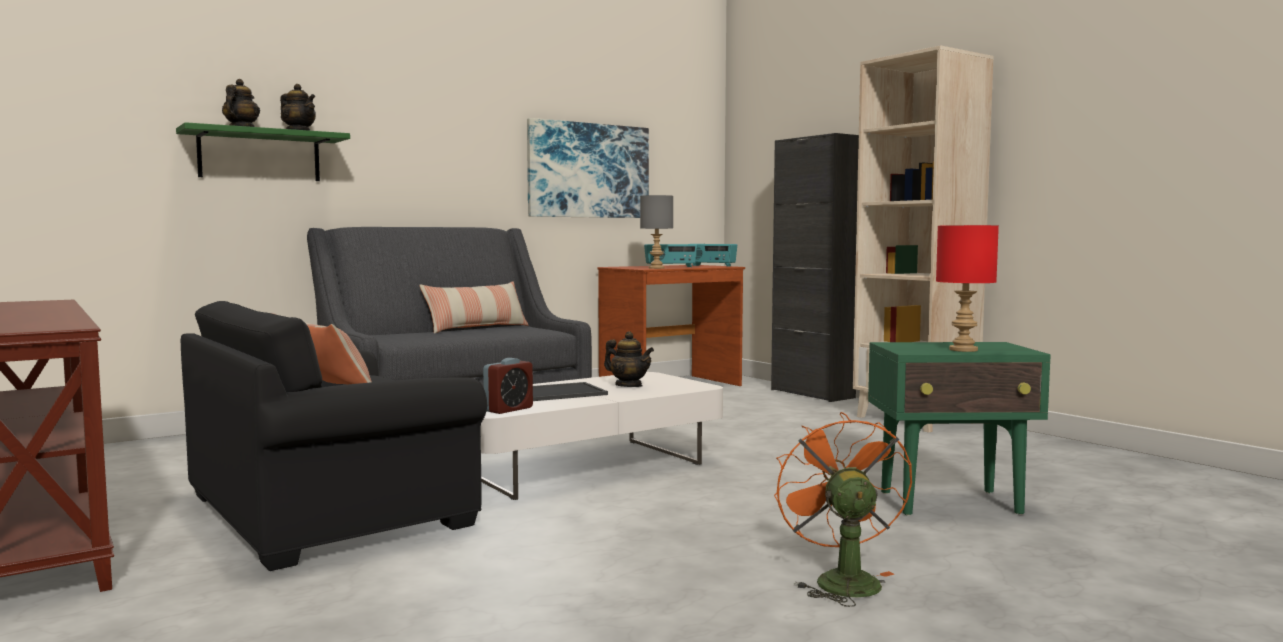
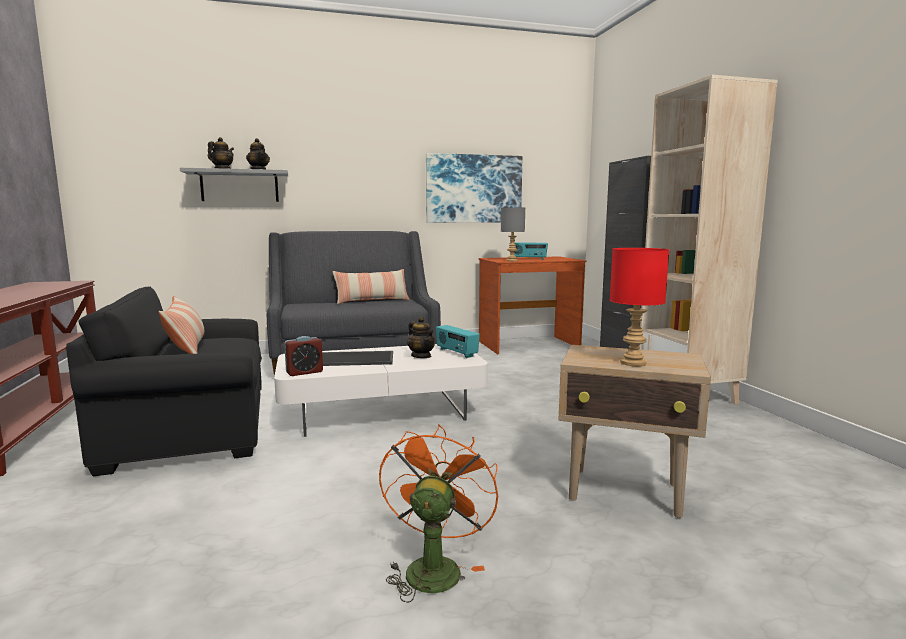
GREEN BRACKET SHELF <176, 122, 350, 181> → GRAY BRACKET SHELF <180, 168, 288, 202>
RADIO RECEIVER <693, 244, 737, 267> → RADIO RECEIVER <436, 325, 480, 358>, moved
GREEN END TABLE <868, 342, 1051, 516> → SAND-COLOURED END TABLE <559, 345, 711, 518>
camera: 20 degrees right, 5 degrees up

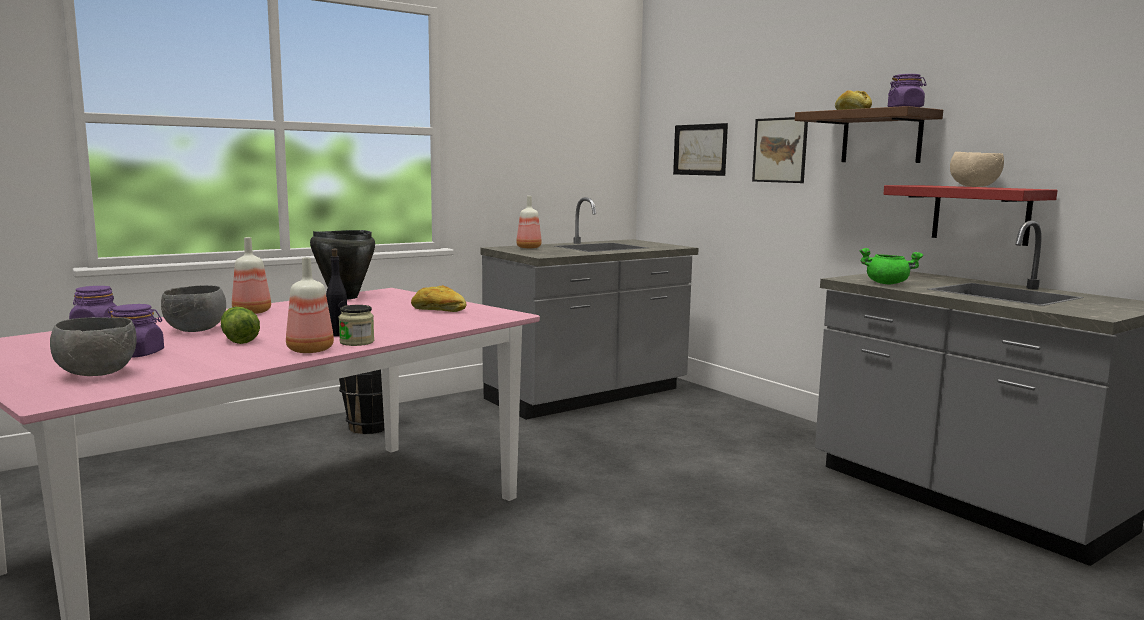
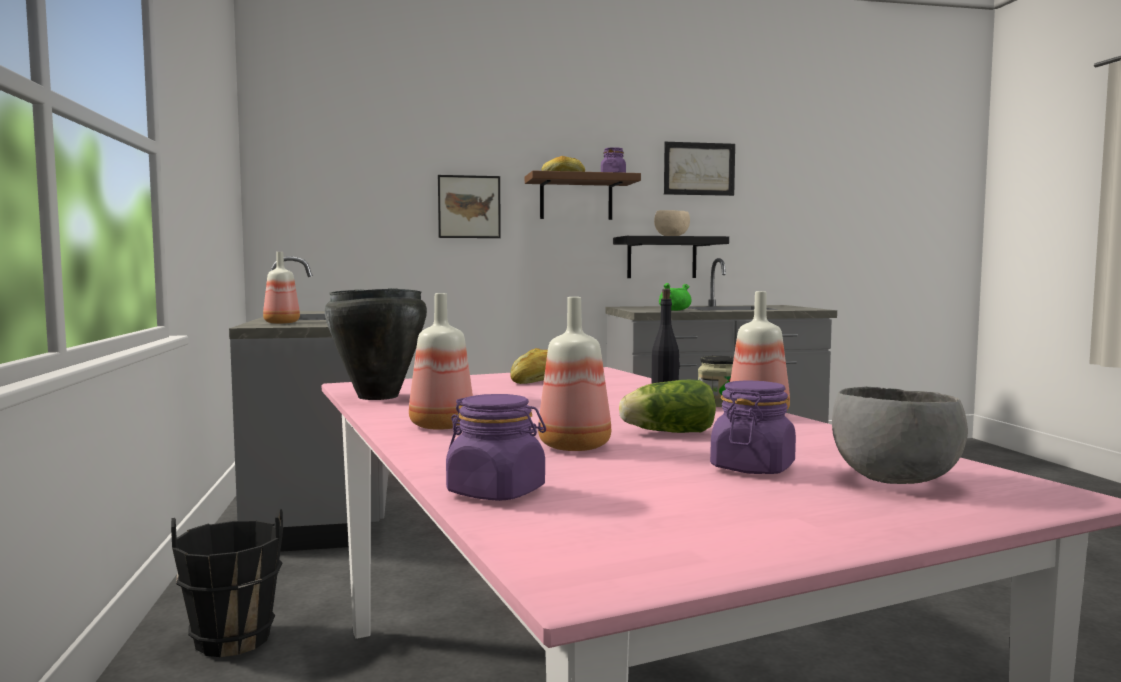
WALL PICTURE <673, 123, 728, 176> → WALL PICTURE <664, 142, 735, 196>, moved
RED BRACKET SHELF <883, 185, 1058, 246> → BLACK BRACKET SHELF <613, 236, 729, 278>
GRAY SERVING BOWL <161, 285, 226, 332> → BOTTLE <538, 297, 611, 451>
camera: 65 degrees left, 5 degrees down

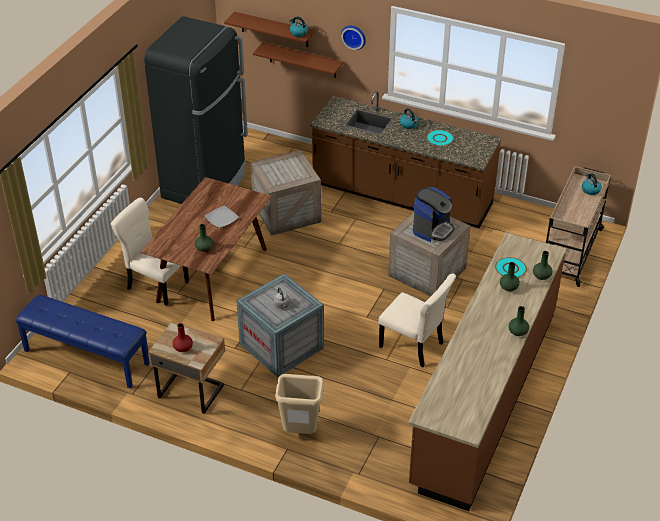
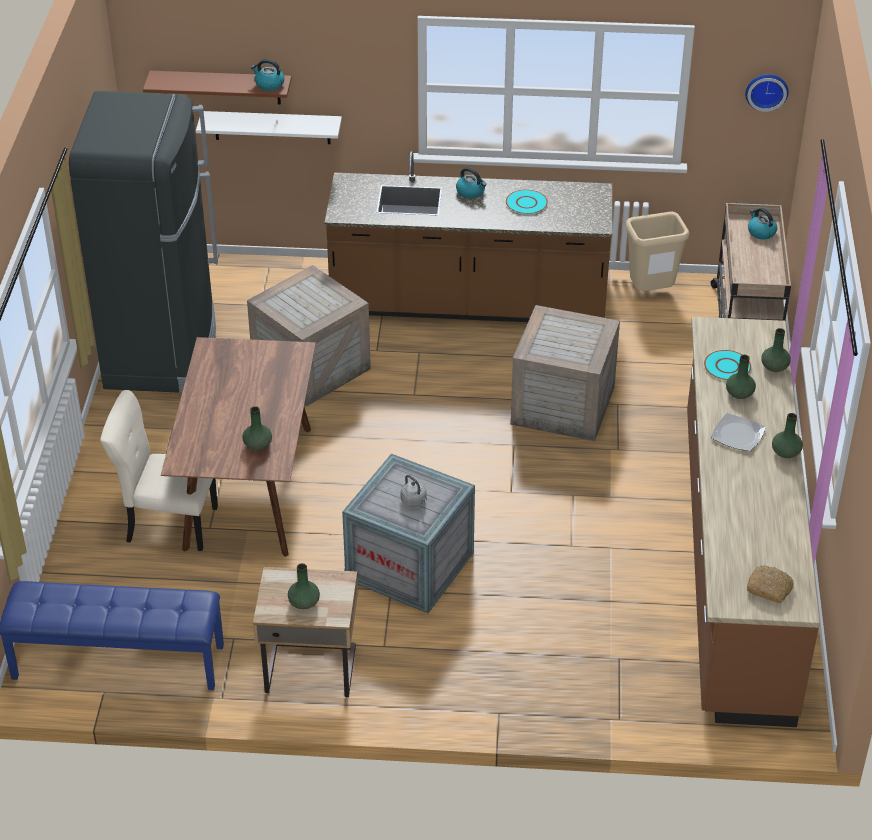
WALL CLOCK <341, 26, 366, 50> → WALL CLOCK <745, 74, 789, 112>, moved
BROWNISH BRACKET SHELF <253, 43, 343, 78> → WHITISH BRACKET SHELF <196, 111, 342, 144>
COFFEE MACHINE <413, 187, 455, 242> → -
FLAT DISH <204, 206, 239, 228> → FLAT DISH <711, 413, 766, 451>, moved
SAND-COLOURED UPRIGHT CHAIR <378, 273, 456, 367> → -
RED FLOWER VASE <173, 323, 193, 352> → GREEN FLOWER VASE <288, 563, 320, 609>
SAND-COLOURED TRASH CAN <275, 374, 324, 434> → SAND-COLOURED TRASH CAN <625, 212, 689, 291>, moved
- → BAKED BREAD <747, 565, 794, 603>
camera: 20 degrees left, 0 degrees up

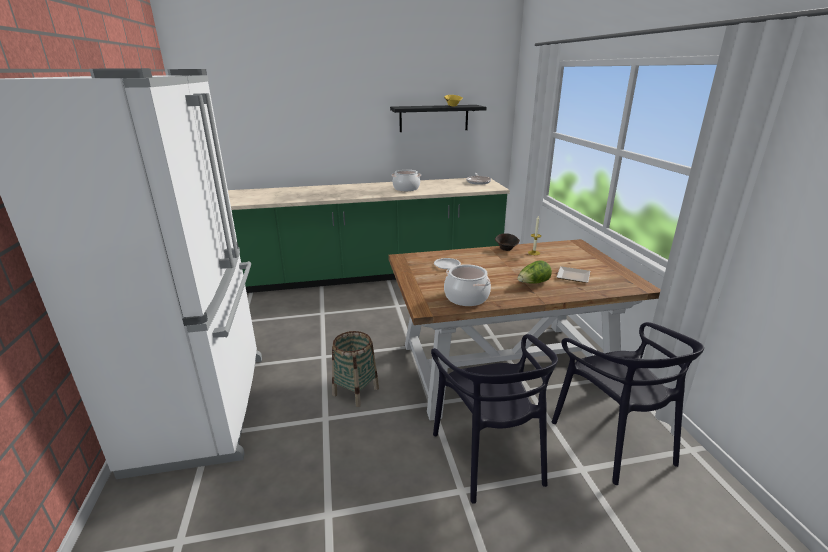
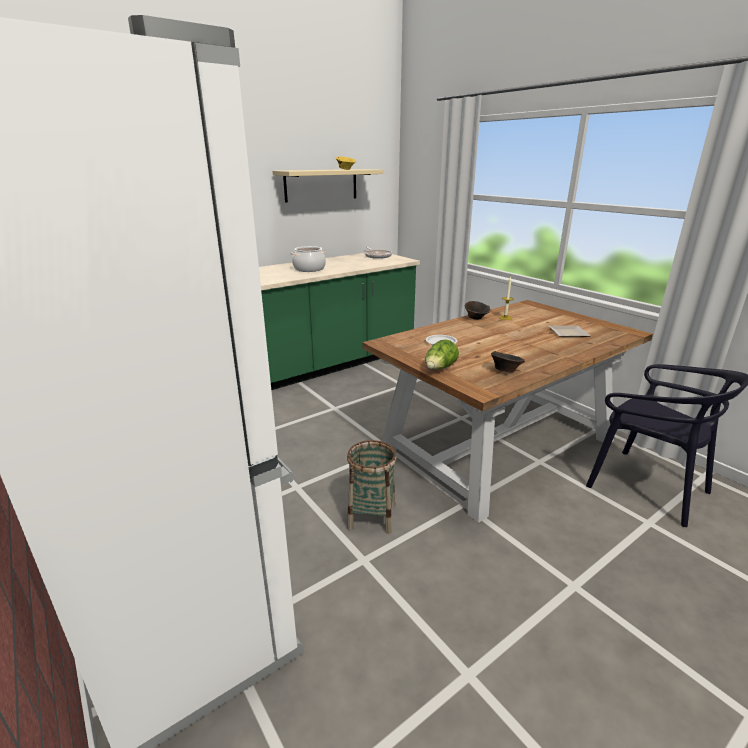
BLACK BRACKET SHELF <390, 105, 487, 132> → SAND-COLOURED BRACKET SHELF <272, 169, 383, 203>
LETTUCE HEAD <517, 260, 552, 284> → LETTUCE HEAD <425, 339, 459, 369>, moved
SAUCEPOT <444, 264, 491, 306> → BROWNISH SERVING BOWL <491, 351, 525, 373>
BLACK UPRIGHT CHAIR <431, 334, 558, 504> → -
camera: 25 degrees left, 0 degrees up

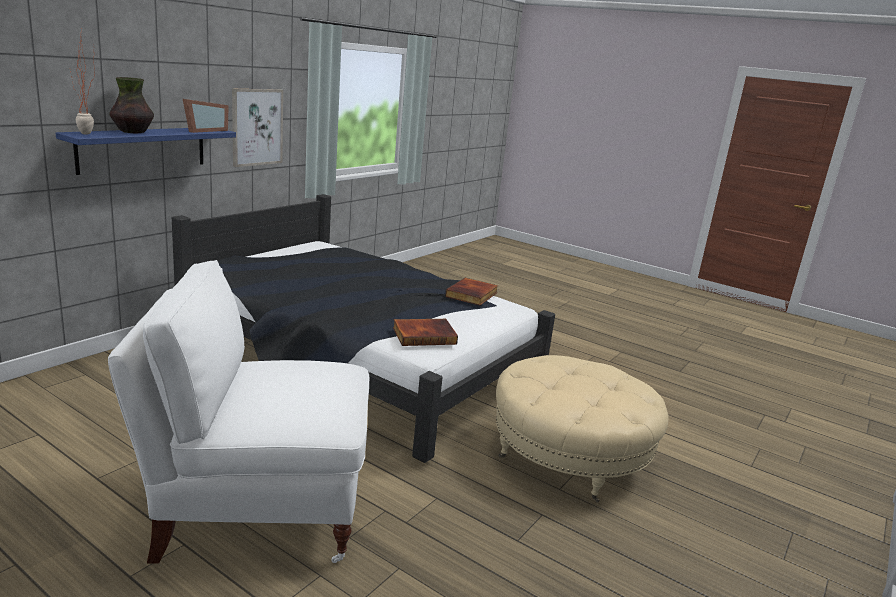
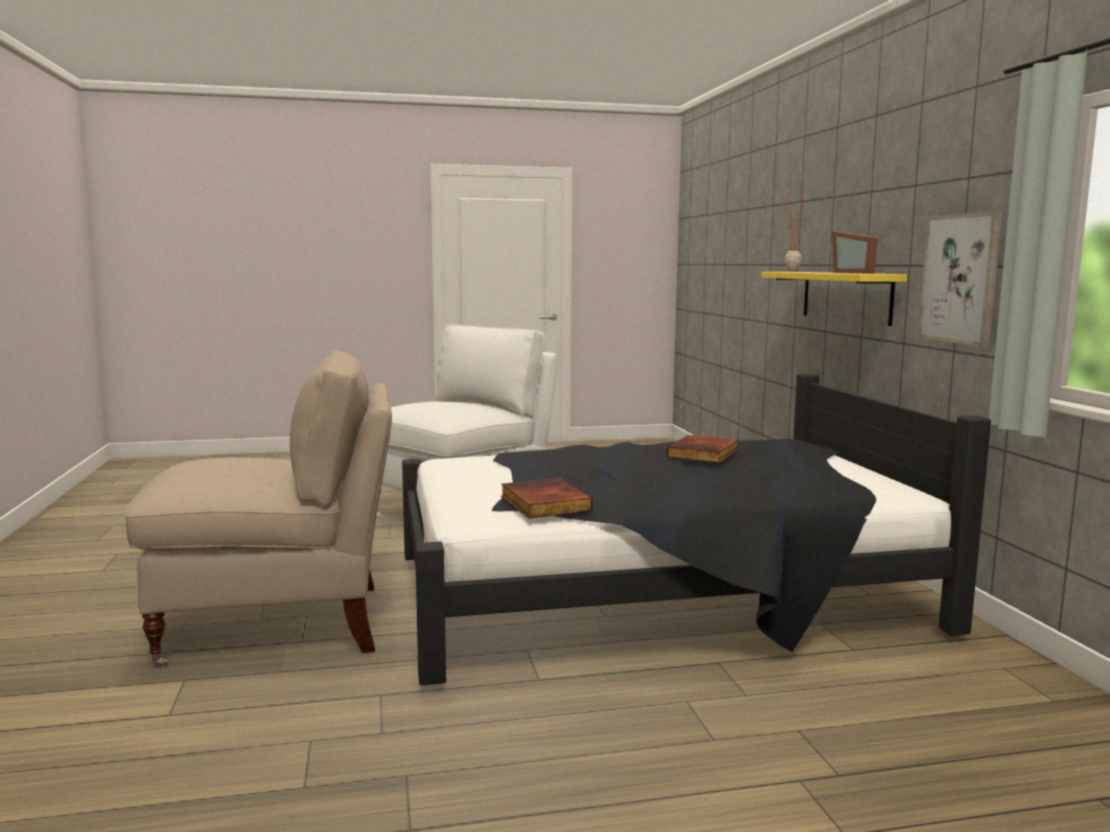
FLOWER VASE <109, 77, 154, 133> → -
BLUISH BRACKET SHELF <56, 128, 236, 175> → YELLOWISH BRACKET SHELF <761, 272, 907, 326>
VOLUME <393, 319, 458, 346> → VOLUME <667, 435, 738, 463>, moved
SAND-COLOURED OTTOMAN <496, 355, 669, 502> → SAND-COLOURED UPRIGHT CHAIR <125, 350, 392, 667>
camera: 135 degrees right, 10 degrees down

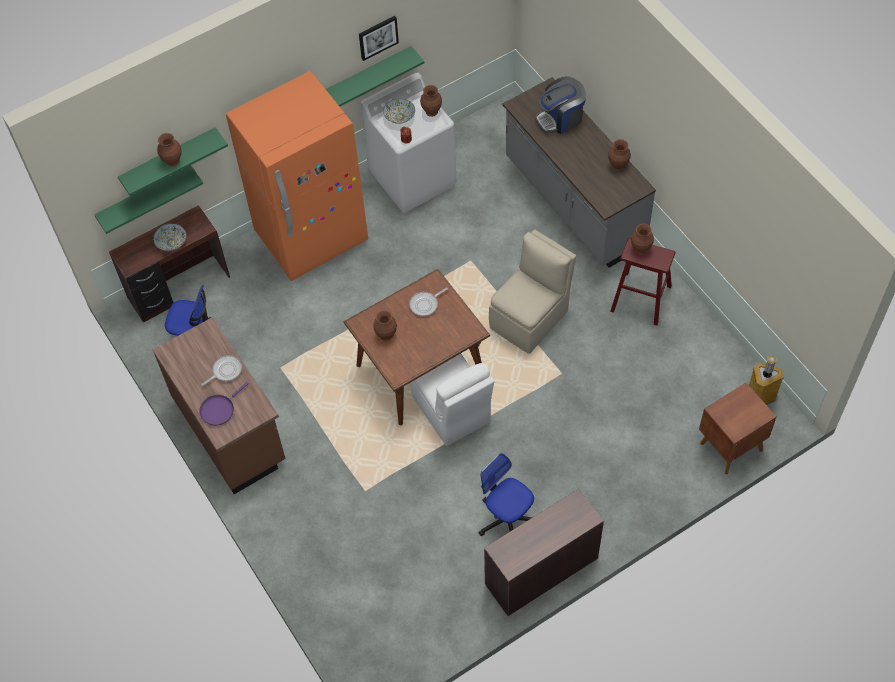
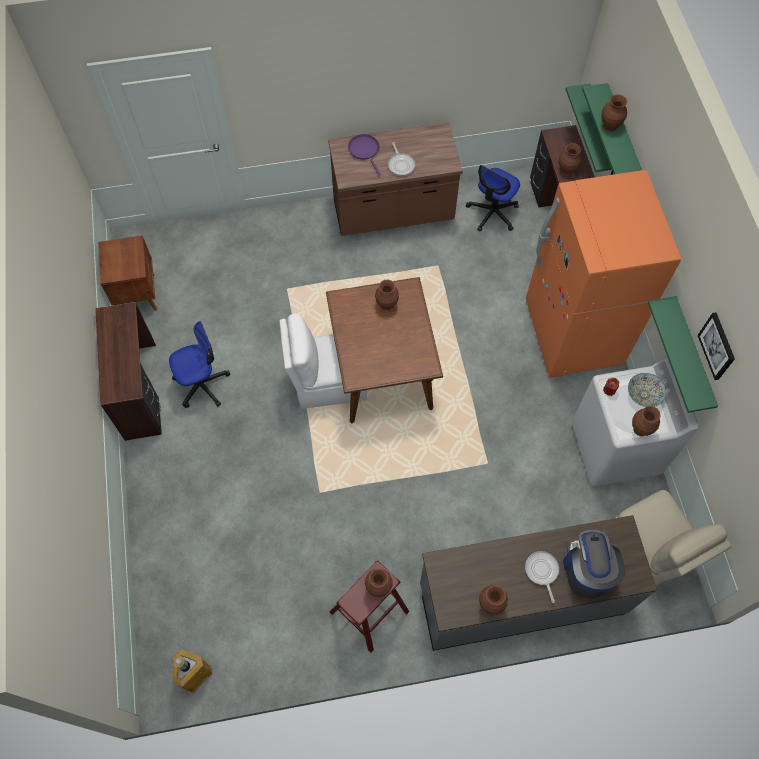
SERVING BOWL <153, 223, 186, 251> → BROWNISH FLOWER VASE <559, 143, 582, 176>
SAND-COLOURED UPRIGHT CHAIR <489, 229, 576, 354> → SAND-COLOURED UPRIGHT CHAIR <614, 490, 732, 588>, moved
PAN <409, 287, 448, 317> → PAN <525, 551, 559, 603>, moved
BROWNISH NIGHT TABLE <699, 383, 776, 474> → BROWNISH NIGHT TABLE <98, 236, 157, 311>, moved
camera: 110 degrees right, 5 degrees up

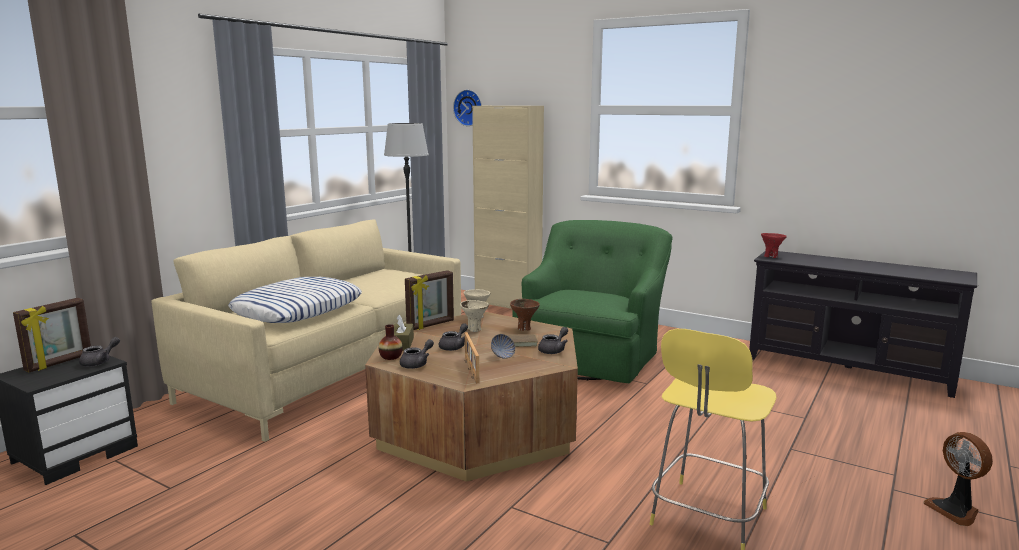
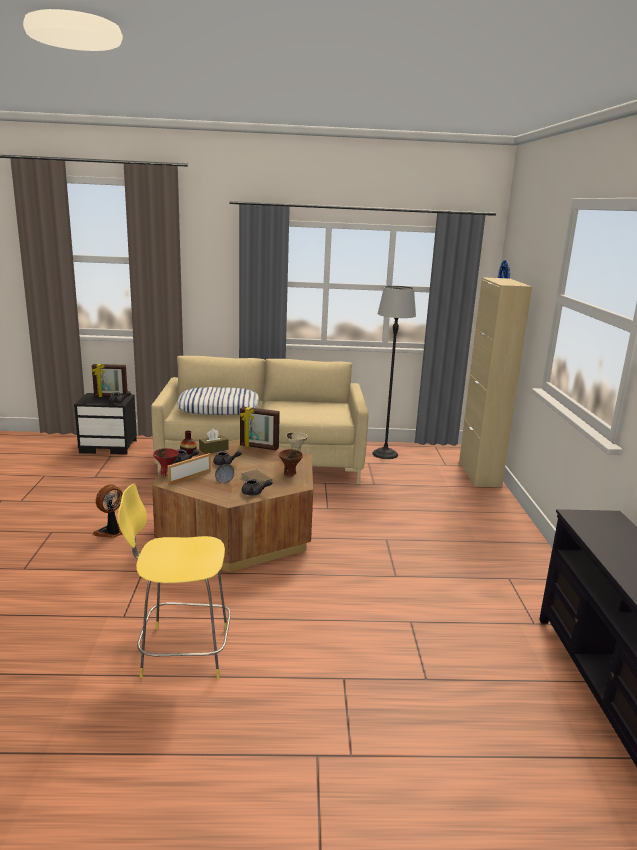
GREEN EASY CHAIR <512, 220, 673, 383> → -
RED SERVING BOWL <761, 233, 787, 258> → RED SERVING BOWL <153, 448, 179, 476>, moved
SAND-COLOURED SERVING BOWL <460, 300, 489, 332> → -
ELECTRIC FAN <923, 432, 993, 526> → ELECTRIC FAN <93, 484, 123, 538>, moved
camera: 55 degrees right, 5 degrees up

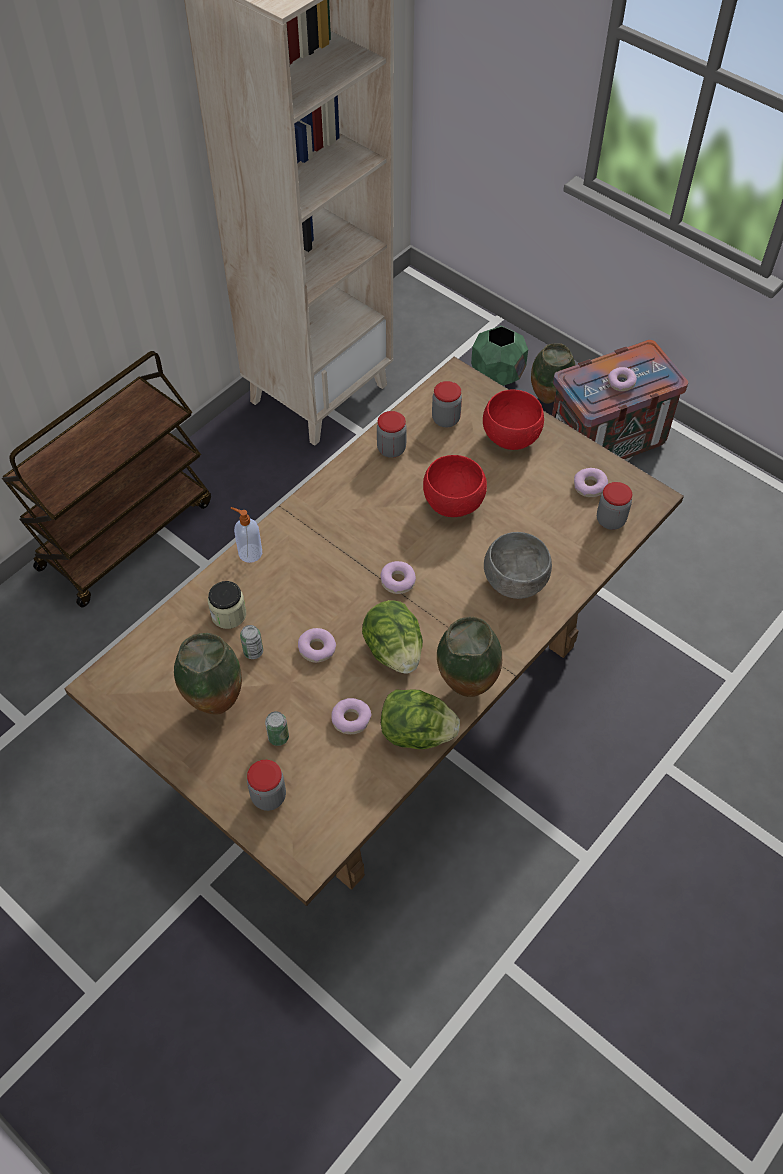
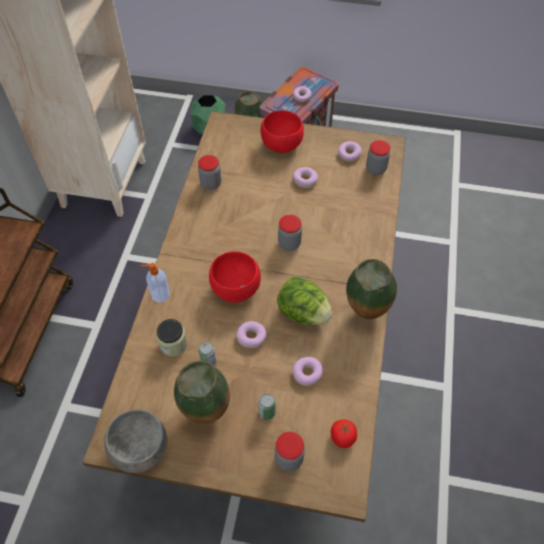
JAR <432, 381, 462, 427> → JAR <278, 215, 302, 251>, moved
RED SERVING BOWL <423, 455, 487, 517> → RED SERVING BOWL <209, 251, 261, 303>, moved
GRAY SERVING BOWL <484, 532, 552, 599> → GRAY SERVING BOWL <104, 409, 168, 473>, moved
DONUT <380, 561, 416, 594> → DONUT <293, 167, 318, 188>, moved
LETTUCE HEAD <381, 689, 460, 749> → -
- → TOMATO <331, 419, 357, 448>
camera: 30 degrees left, 0 degrees up

